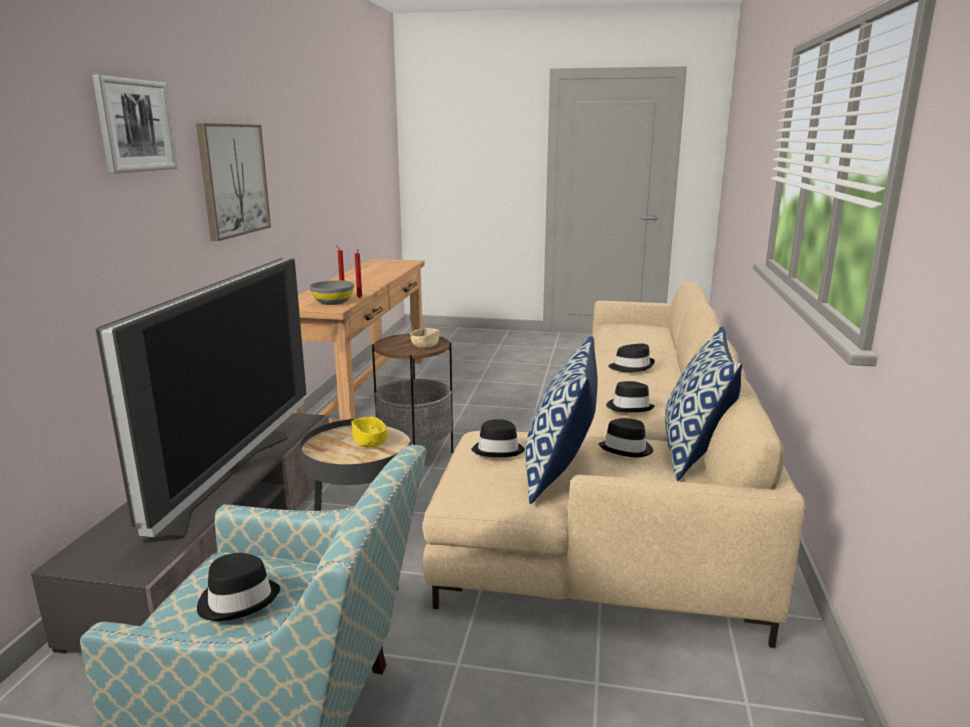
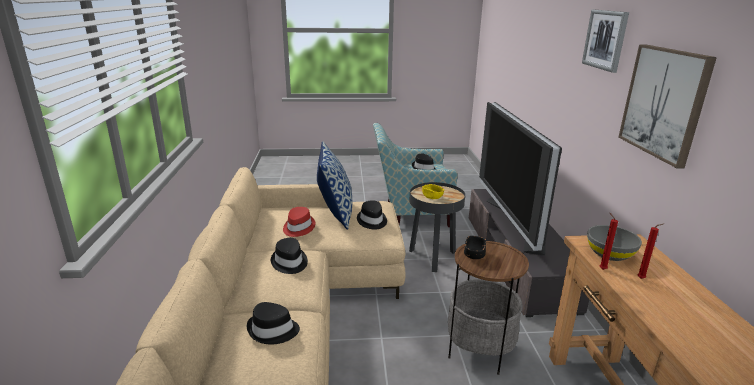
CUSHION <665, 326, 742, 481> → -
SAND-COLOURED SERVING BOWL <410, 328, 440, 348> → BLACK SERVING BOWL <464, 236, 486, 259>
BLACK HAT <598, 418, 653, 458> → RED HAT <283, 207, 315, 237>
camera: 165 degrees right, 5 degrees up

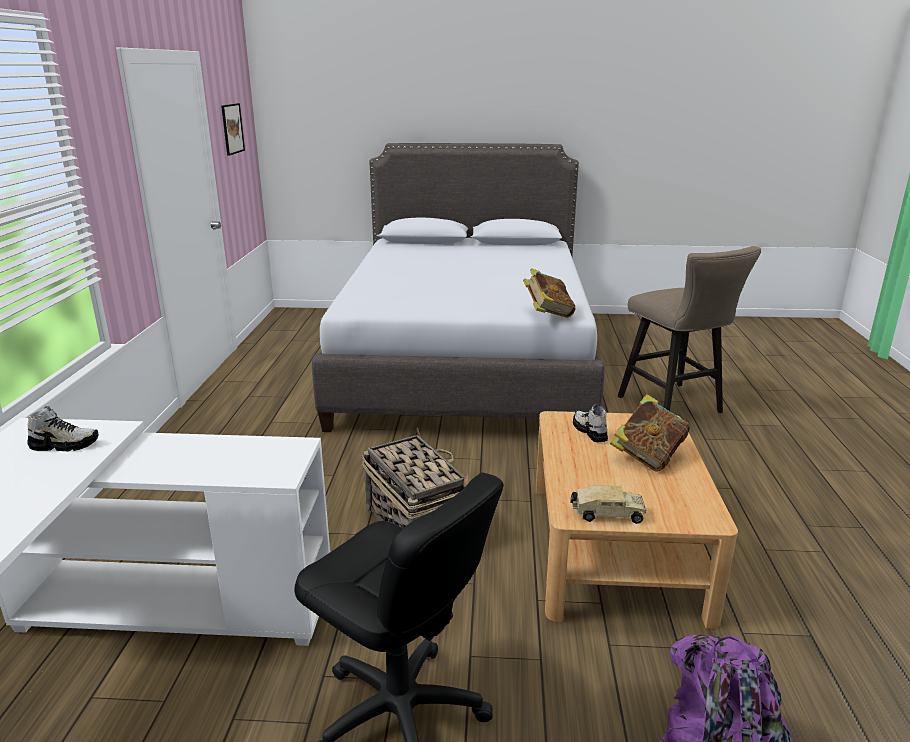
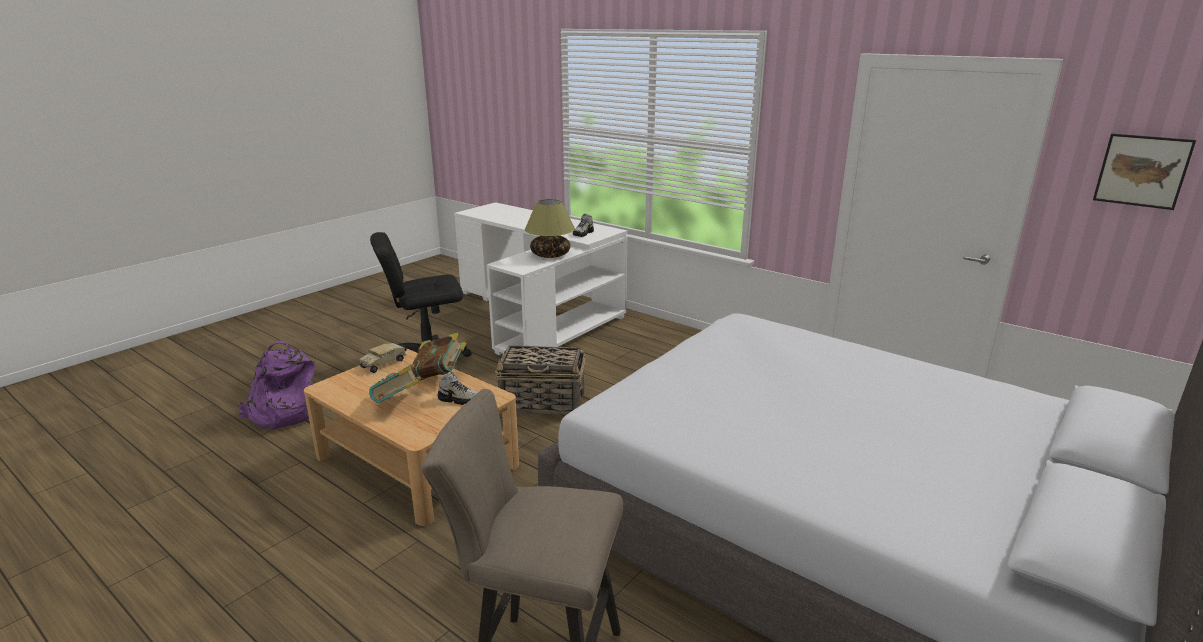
VOLUME <523, 268, 576, 318> → VOLUME <411, 333, 467, 380>, moved
- → LAMP FOR A TABLE <525, 199, 575, 258>
camera: 125 degrees right, 0 degrees up

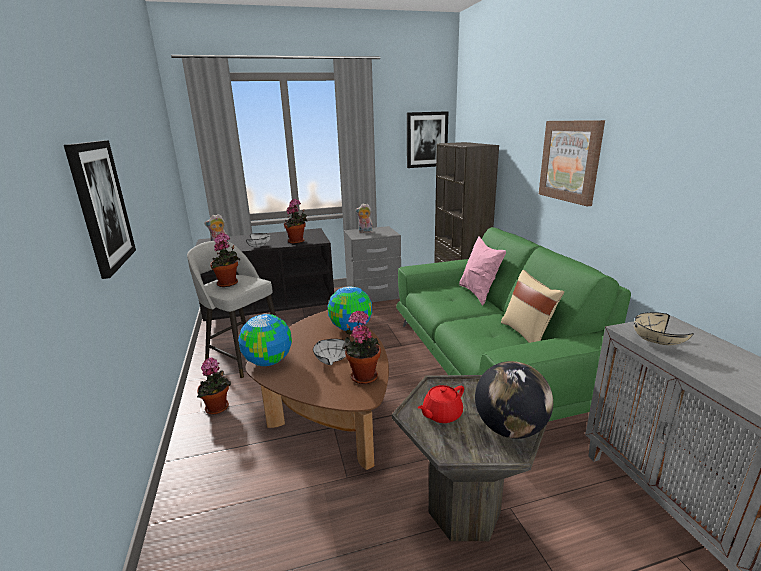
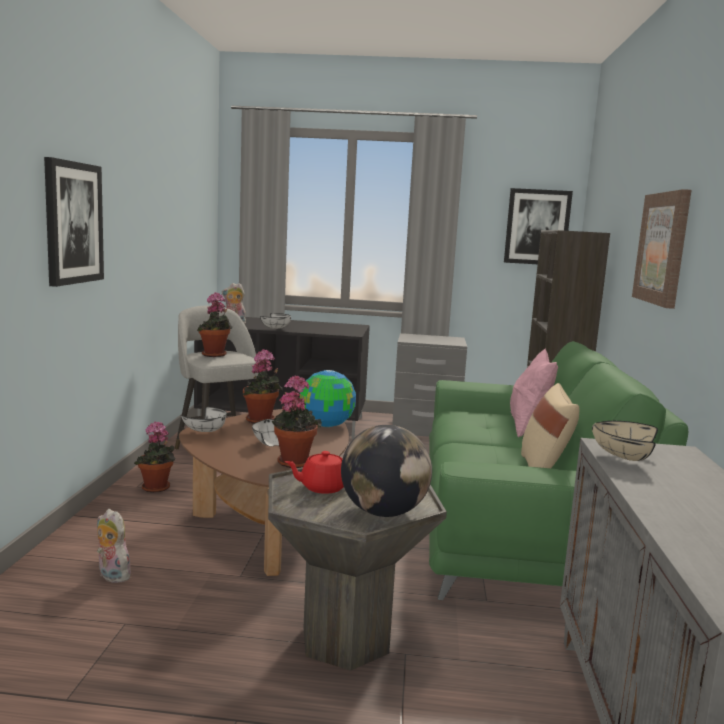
POTTED PLANT <284, 199, 308, 244> → POTTED PLANT <243, 349, 282, 424>, moved
CUDDLY TOY <356, 203, 374, 233> → CUDDLY TOY <97, 509, 131, 583>, moved
DESK GLOBE <238, 314, 292, 366> → WHITISH SERVING BOWL <181, 407, 227, 432>
camera: 20 degrees right, 10 degrees down

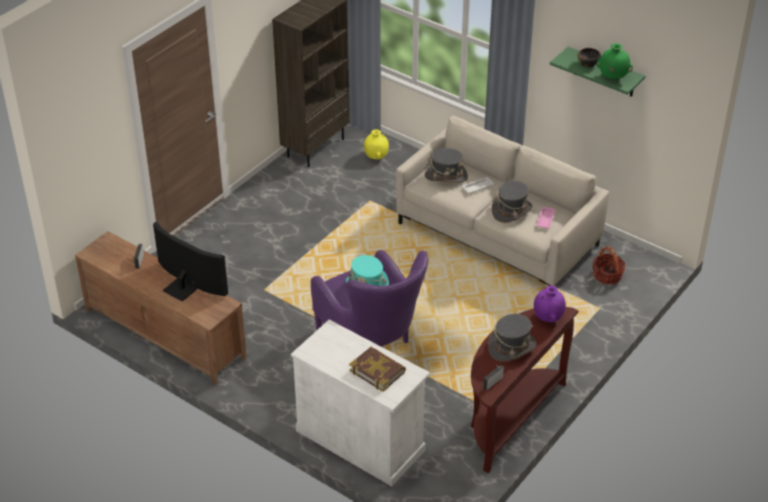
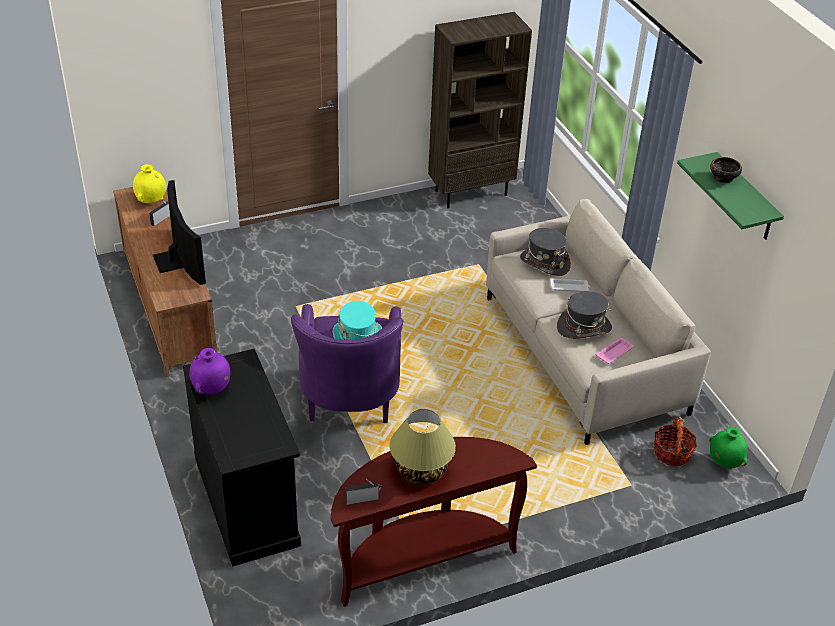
GREEN FLOWER VASE <596, 43, 633, 79> → GREEN FLOWER VASE <709, 427, 748, 469>, moved
YELLOWISH FLOWER VASE <364, 129, 389, 159> → YELLOWISH FLOWER VASE <133, 164, 166, 203>, moved
PURPLE FLOWER VASE <534, 286, 566, 322> → PURPLE FLOWER VASE <189, 348, 230, 394>, moved
GRAY HAT <488, 314, 536, 362> → LAMP FOR A TABLE <390, 409, 456, 484>
WHITISH CABINET <291, 320, 430, 487> → BLACK CABINET <183, 349, 301, 567>
VOLUME <349, 347, 406, 392> → -
camera: 30 degrees right, 0 degrees up

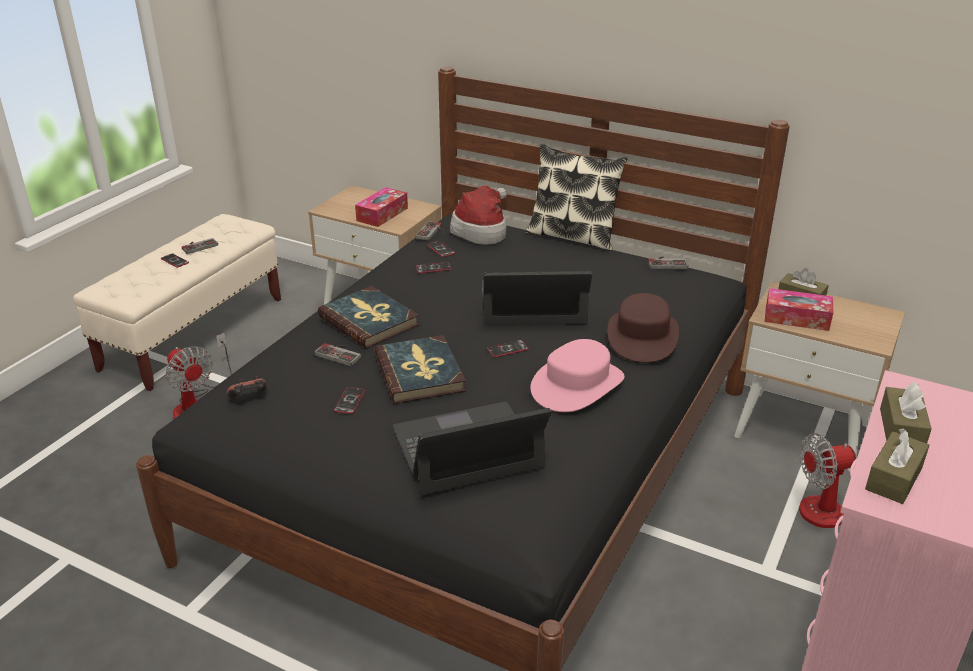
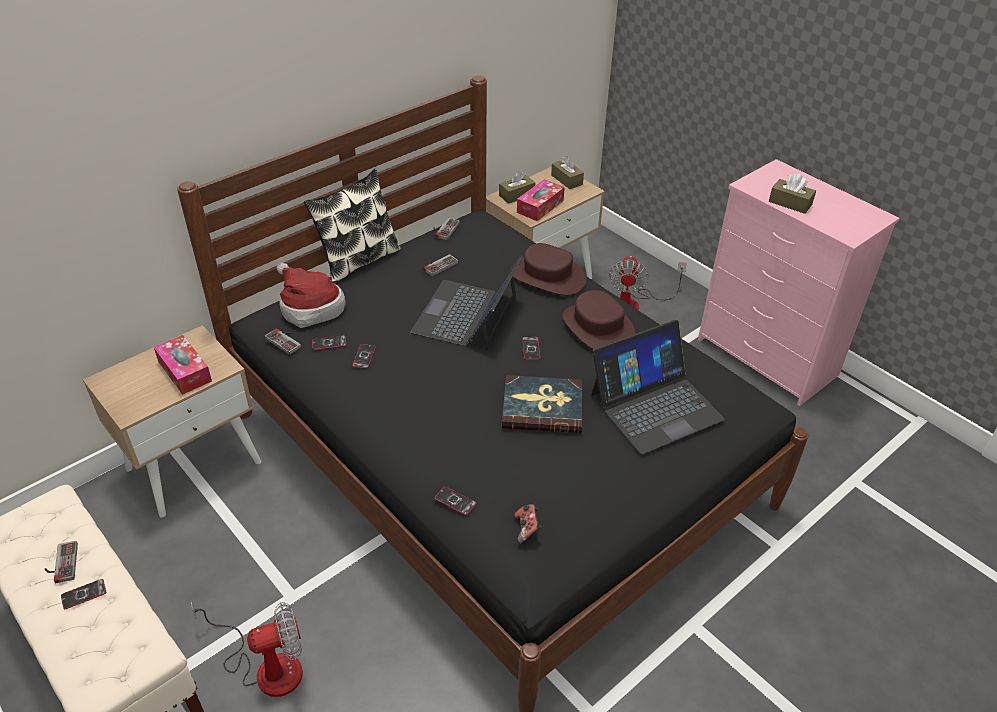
VOLUME <318, 286, 420, 349> → -
PINK HAT <530, 339, 624, 412> → BROWNISH HAT <563, 290, 635, 349>
JOYPAD <314, 343, 361, 366> → JOYPAD <423, 254, 458, 276>, moved
HANDSET <334, 387, 365, 414> → HANDSET <434, 486, 477, 515>, moved
NOTEBOOK COMPUTER <393, 402, 551, 495> → NOTEBOOK COMPUTER <591, 320, 725, 455>, 120 degrees counterclockwise
BROWNISH TISSUE HOLDER <865, 429, 930, 504> → BROWNISH TISSUE HOLDER <551, 156, 584, 189>, moved
camera: 70 degrees left, 10 degrees up

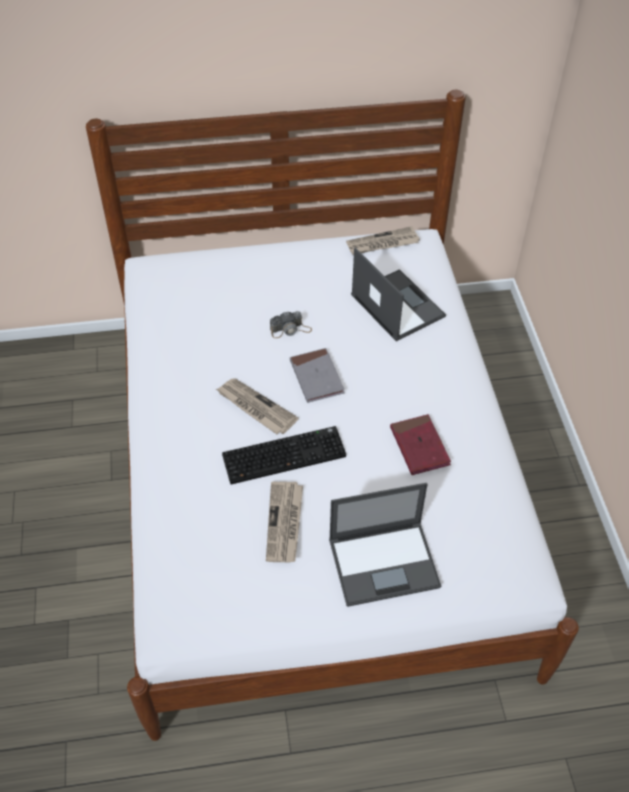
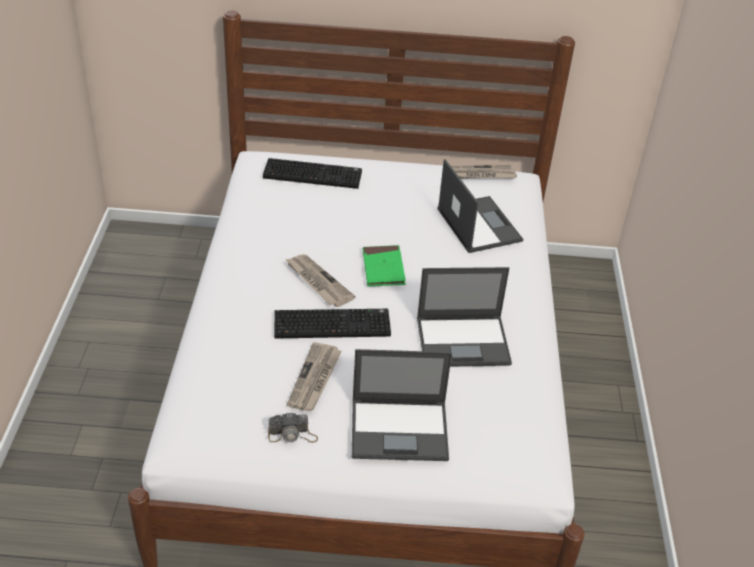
PHOTO CAMERA <270, 311, 312, 338> → PHOTO CAMERA <268, 412, 318, 443>, moved
GRAY VOLUME <290, 348, 344, 403> → GREEN VOLUME <363, 245, 406, 287>
RED VOLUME <390, 414, 451, 475> → NOTEBOOK COMPUTER <417, 267, 512, 367>
- → KEYBOARD <263, 158, 362, 189>
camera: 10 degrees right, 10 degrees down

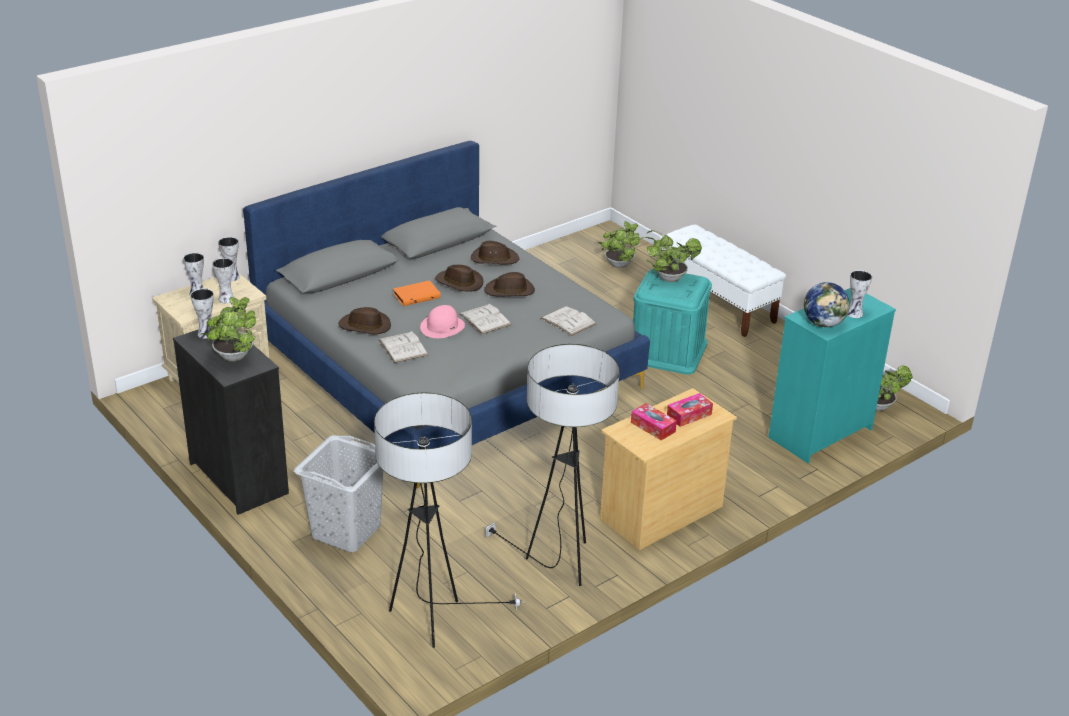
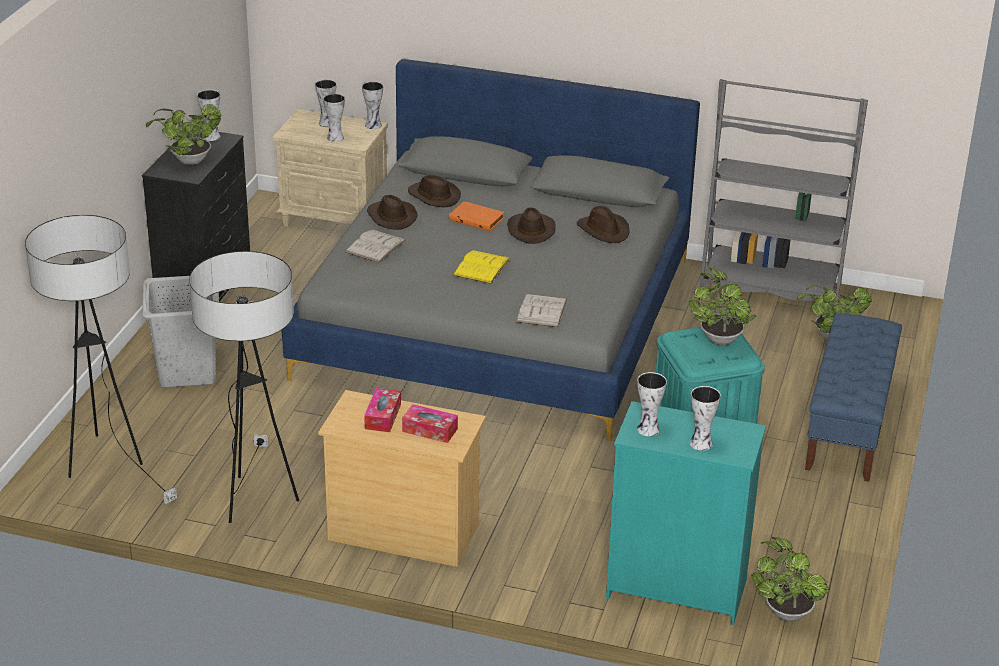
WHITISH INDOOR BENCH <660, 225, 786, 337> → BLUISH INDOOR BENCH <805, 313, 902, 482>
BROWNISH HAT <484, 272, 535, 297> → BROWNISH HAT <408, 175, 461, 207>, moved
DESK GLOBE <804, 282, 850, 327> → FLOWER VASE <637, 372, 667, 436>
WHITISH VOLUME <460, 303, 512, 334> → YELLOWISH VOLUME <453, 250, 510, 284>
PINK HAT <420, 305, 465, 338> → -
- → GRAY BOOKSHELF <699, 79, 868, 301>
camera: 55 degrees right, 0 degrees up

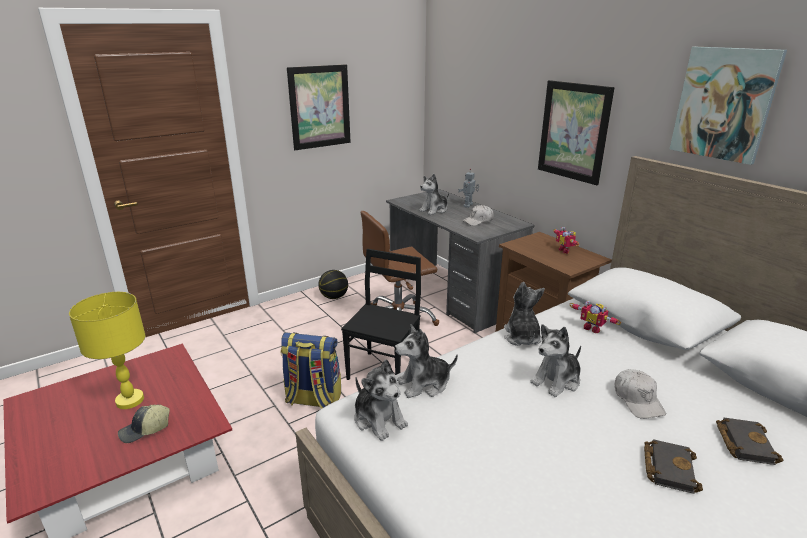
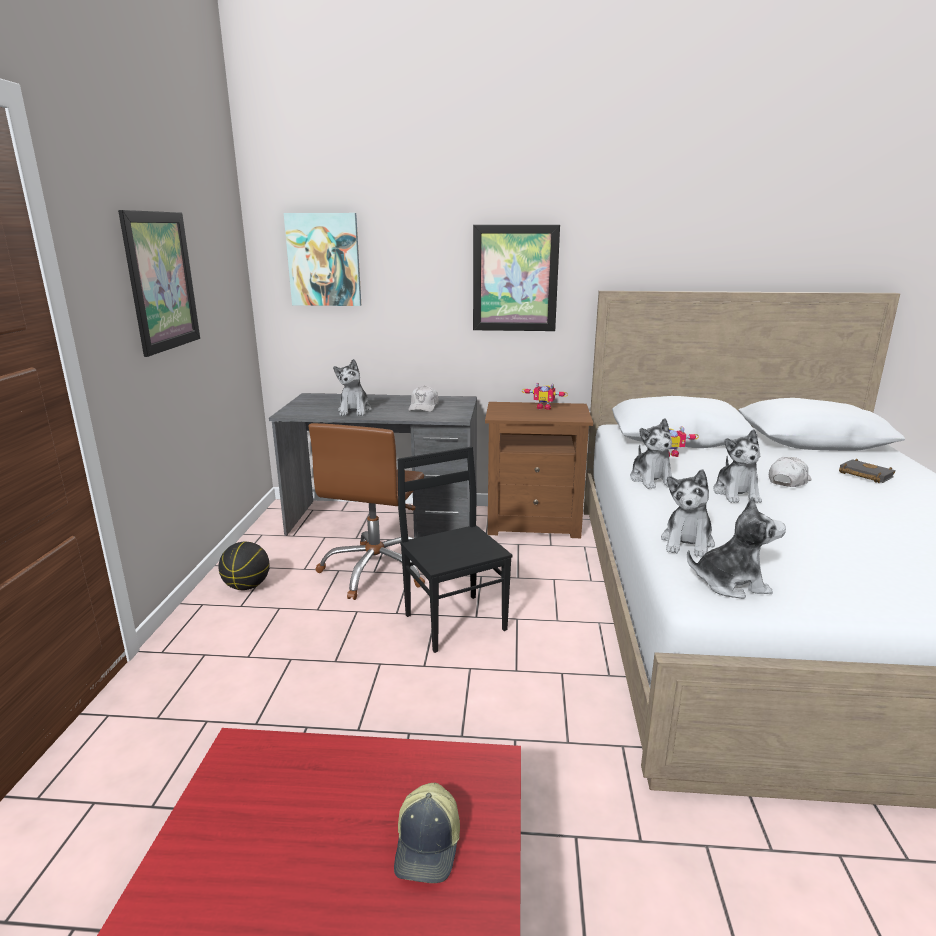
WALL PICTURE <670, 47, 787, 165> → WALL PICTURE <284, 213, 361, 306>, moved
TOY ROBOT <458, 169, 479, 208> → -
CUDDLY TOY <504, 282, 545, 346> → CUDDLY TOY <630, 418, 672, 489>, 135 degrees counterclockwise
YELLOWISH LAMP FOR A TABLE <69, 292, 145, 409> → -
RUCKSACK <280, 332, 341, 409> → -
WHITISH PEAKED CAP <615, 369, 666, 419> → WHITISH PEAKED CAP <769, 457, 812, 487>, 75 degrees counterclockwise
BLACK VOLUME <644, 439, 703, 494> → -
camera: 50 degrees left, 5 degrees down

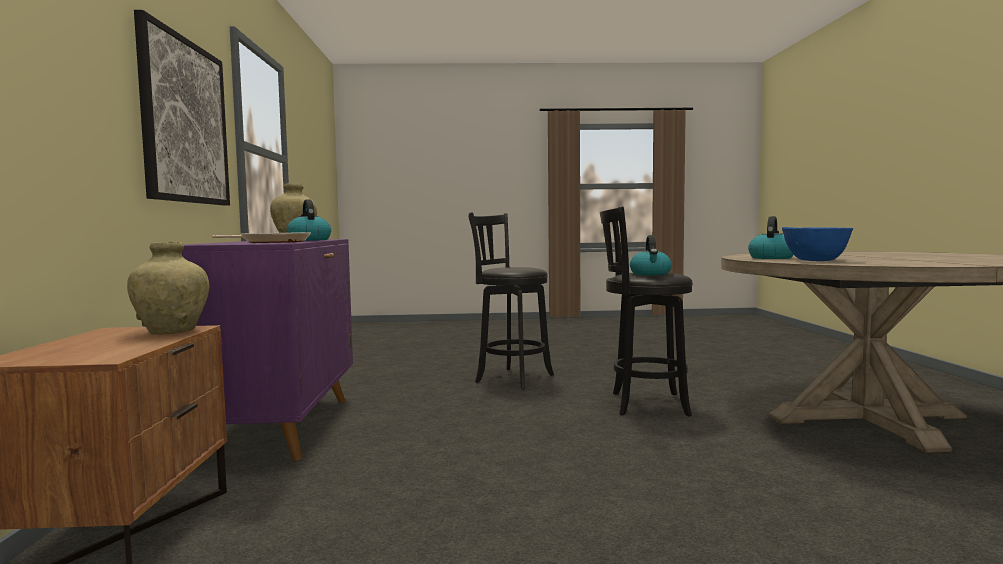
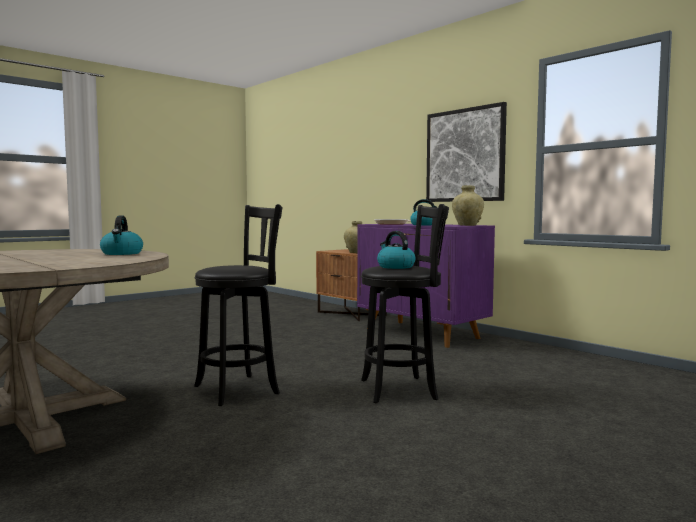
BLUISH SERVING BOWL <782, 227, 853, 261> → -
KETTLE <630, 235, 672, 275> → KETTLE <377, 231, 416, 269>, moved
camera: 140 degrees right, 0 degrees up

